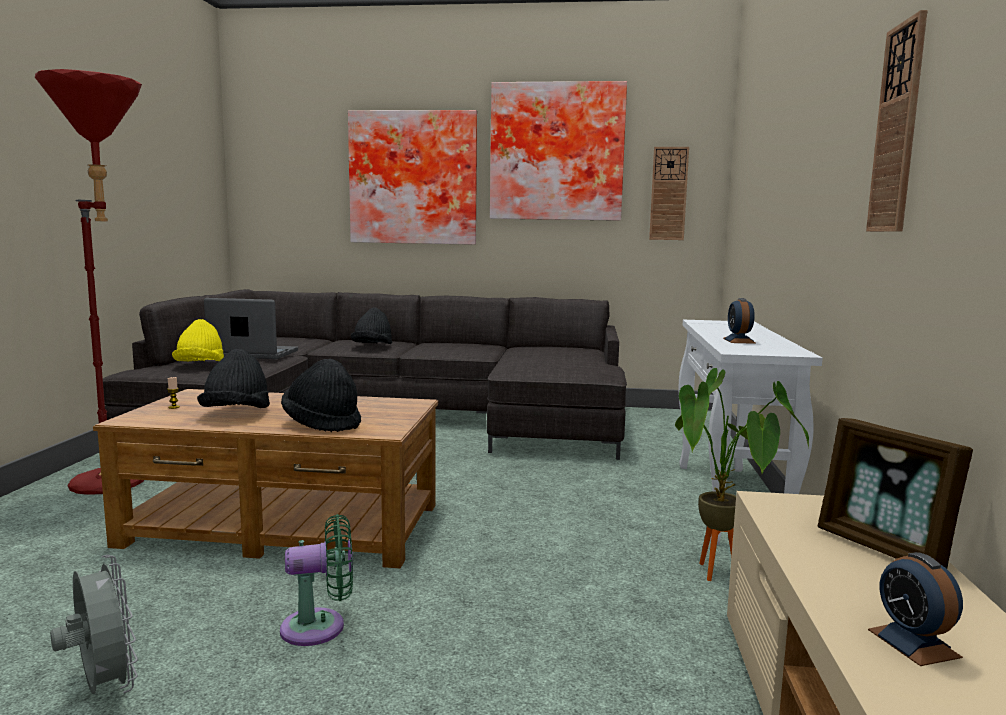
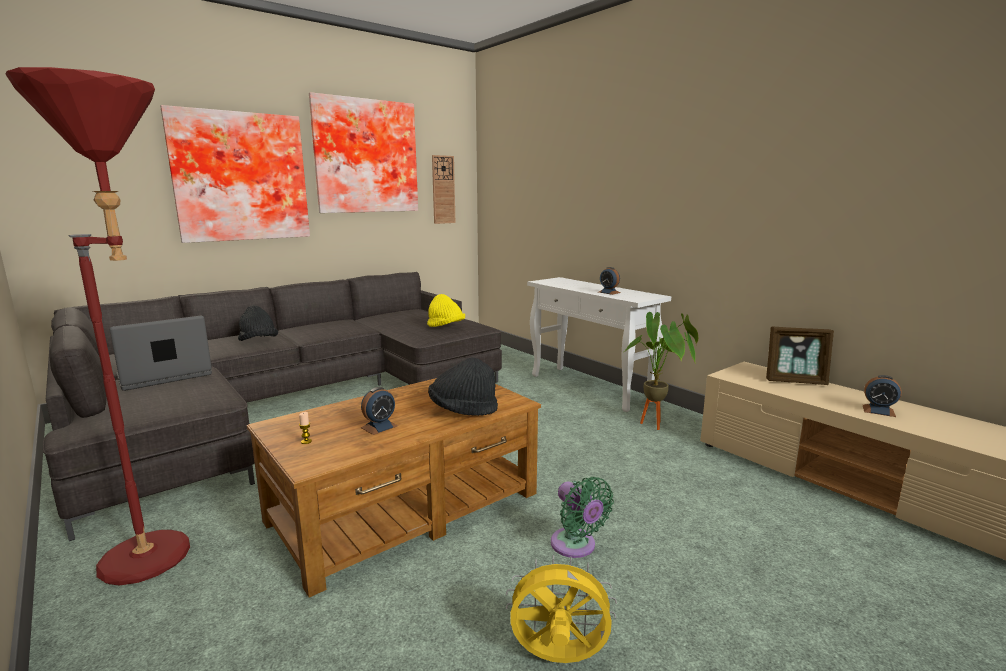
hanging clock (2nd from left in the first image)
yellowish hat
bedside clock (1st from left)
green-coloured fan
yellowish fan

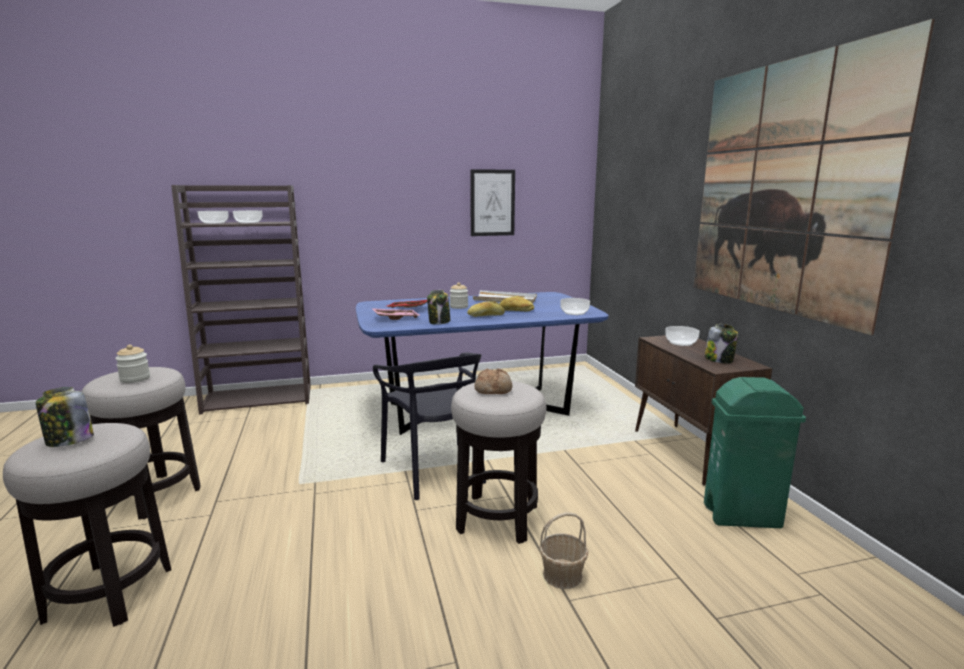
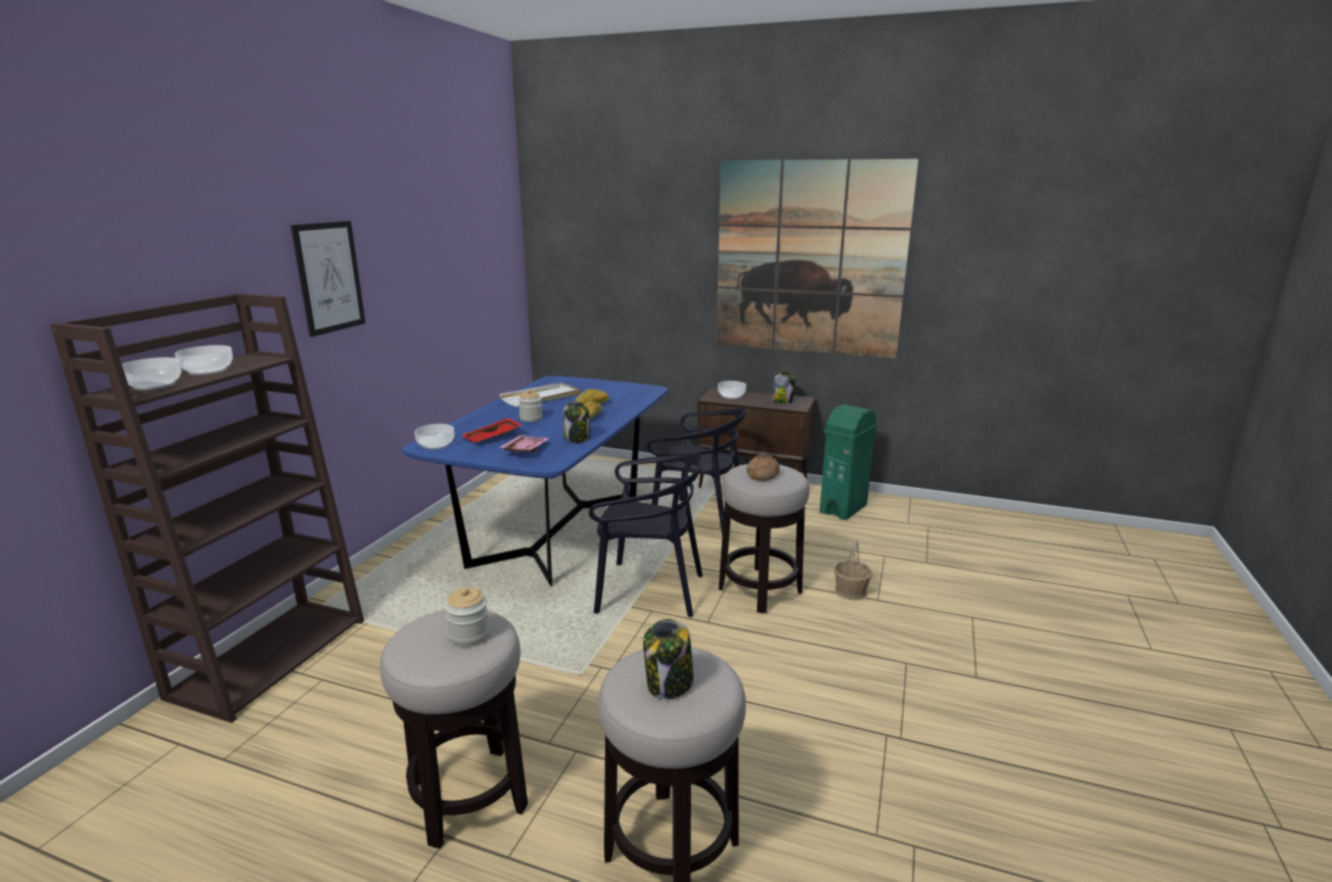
wall picture (1st from left)
deep dish (3rd from left)
blackish upright chair (2nd from left)

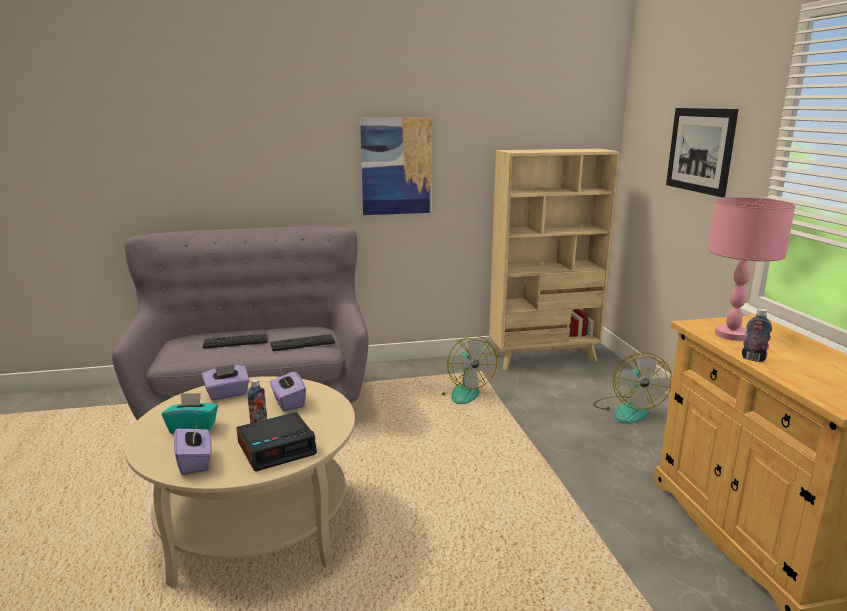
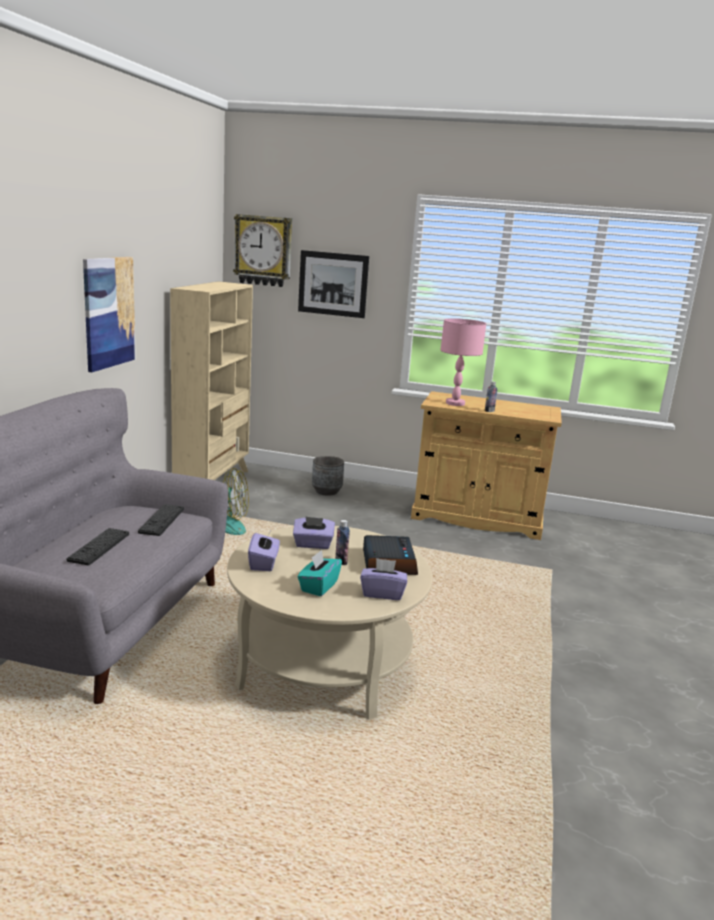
grey plant pot
hanging clock

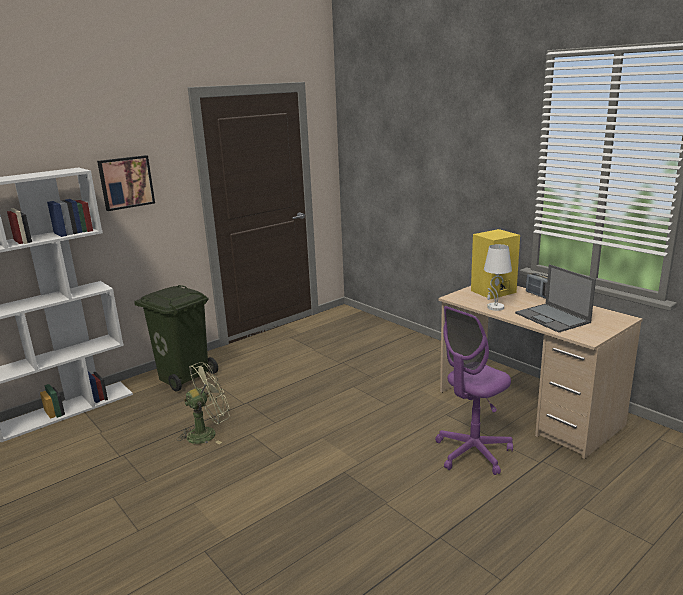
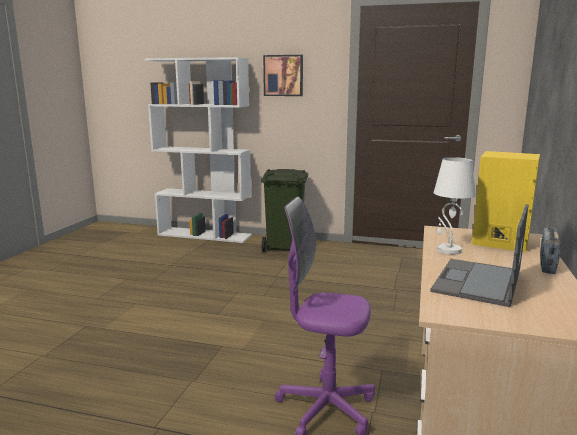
green-coloured fan

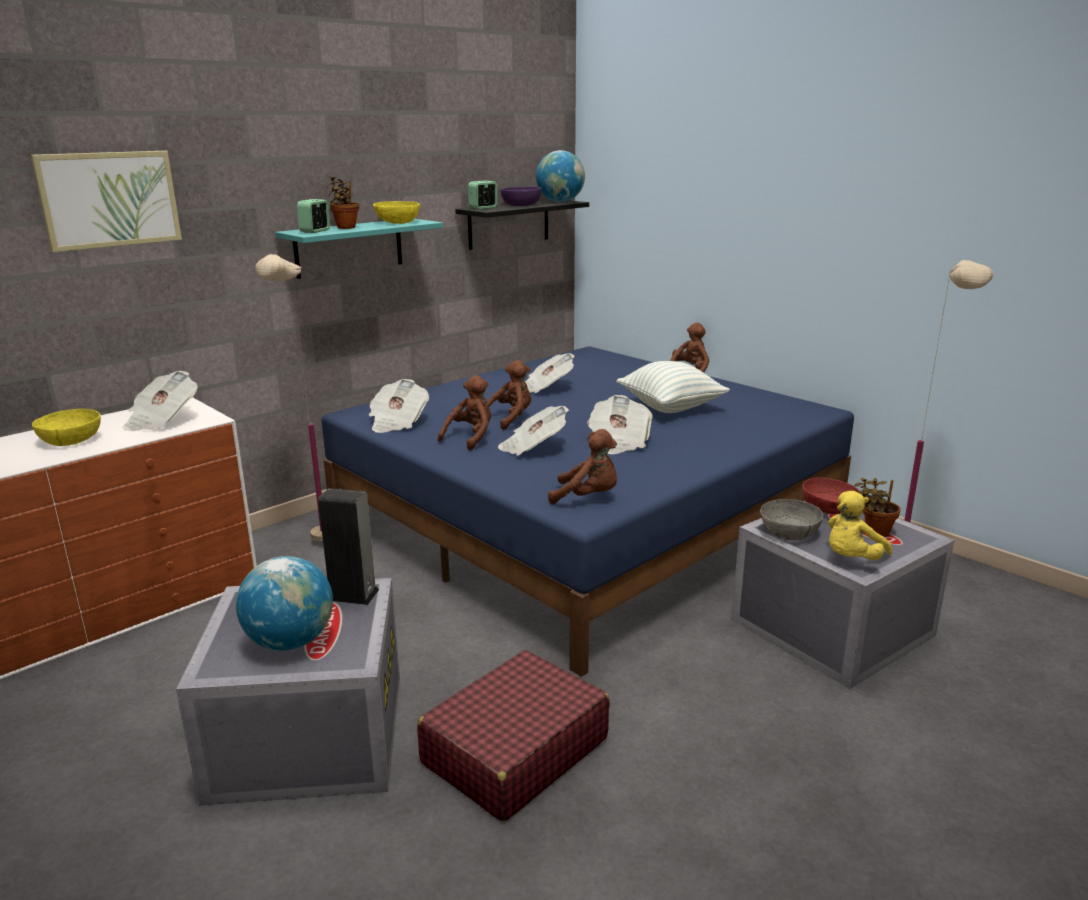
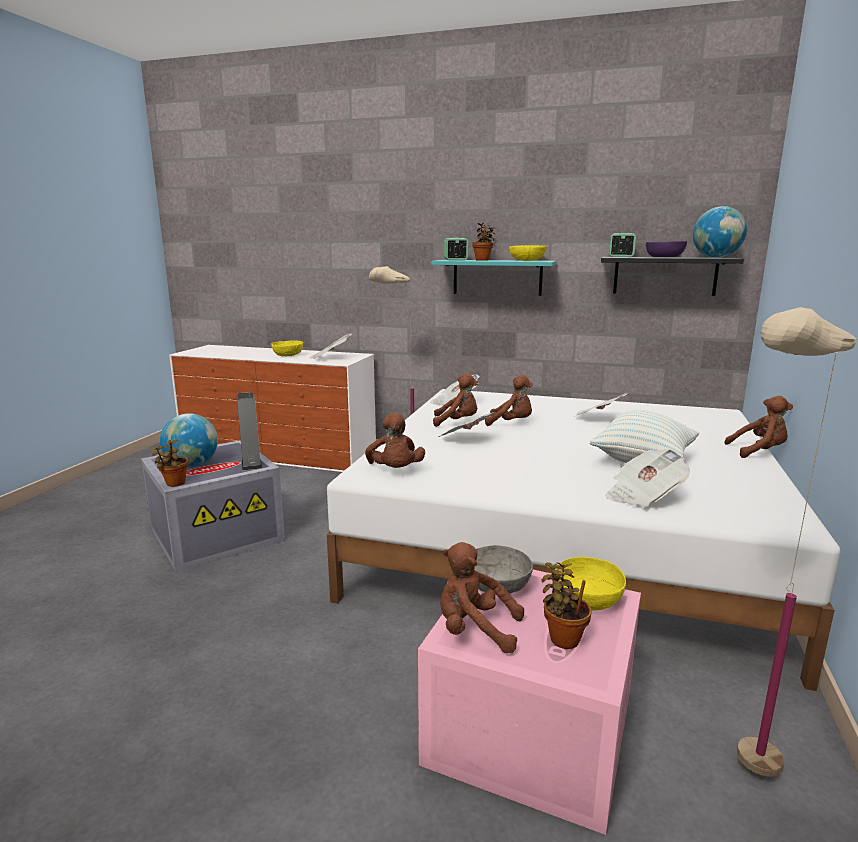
wall picture
white-coloured sleeping bed
daily paper (5th from left)
yellowish deep dish (3rd from left)
brown-coloured cuddly toy (3rd from left)
pink storage bin
red suitcase
plant in a pot (1st from left)

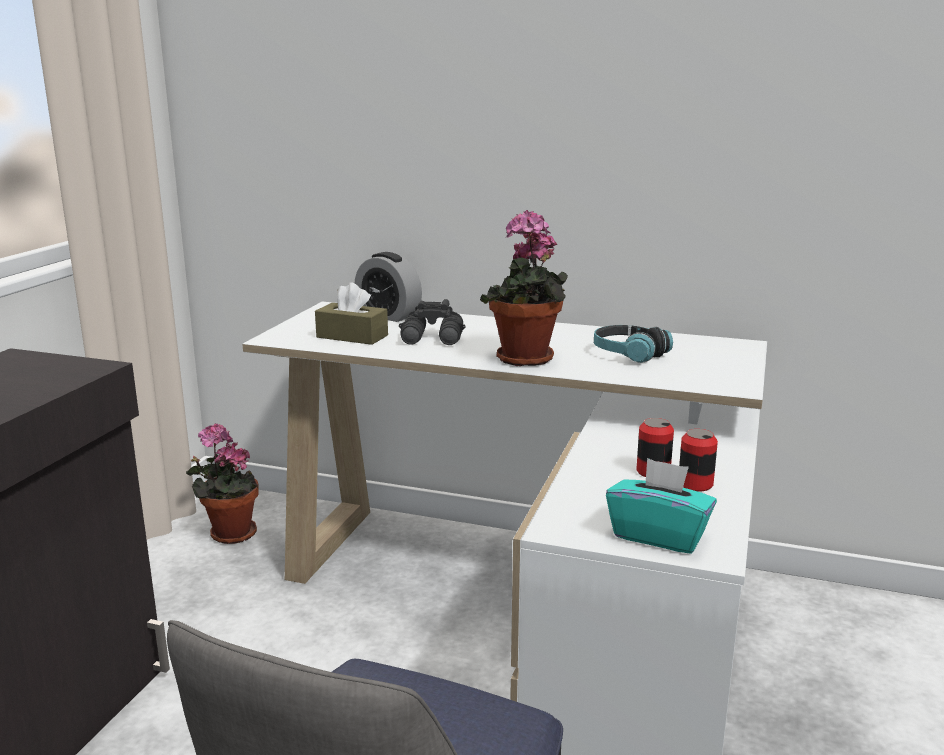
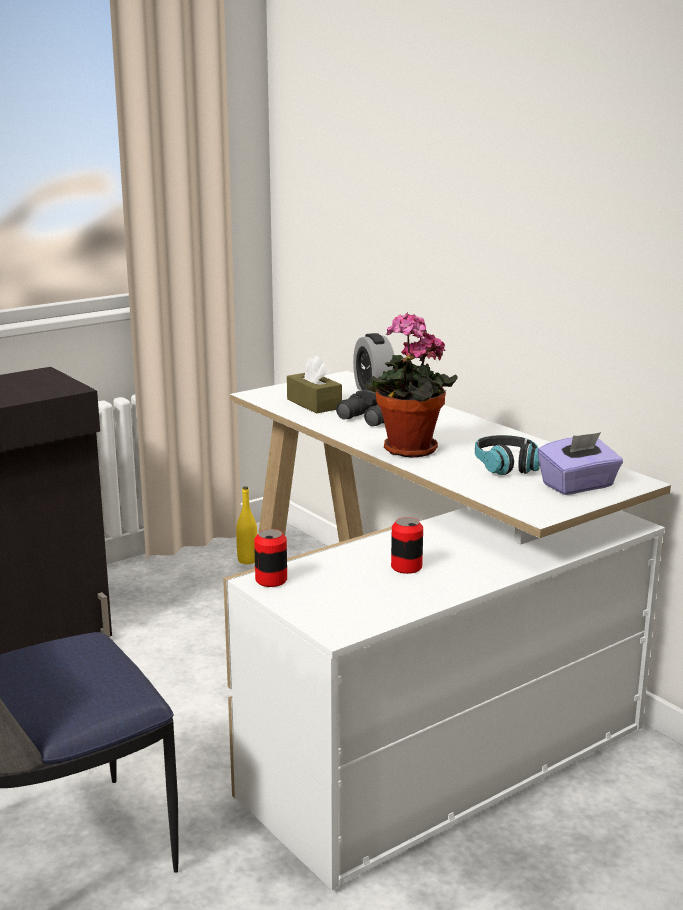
yellowish beverage bottle
can (1st from left)
turquoise tissue box
purple-coloured tissue box

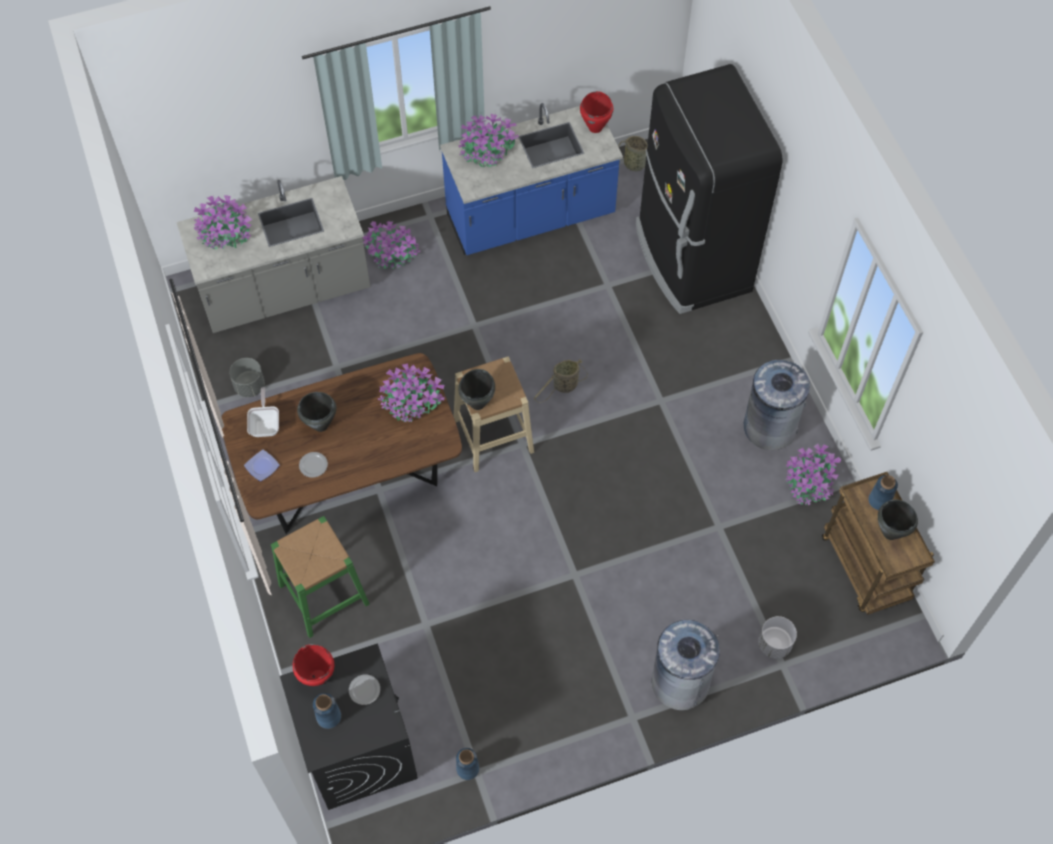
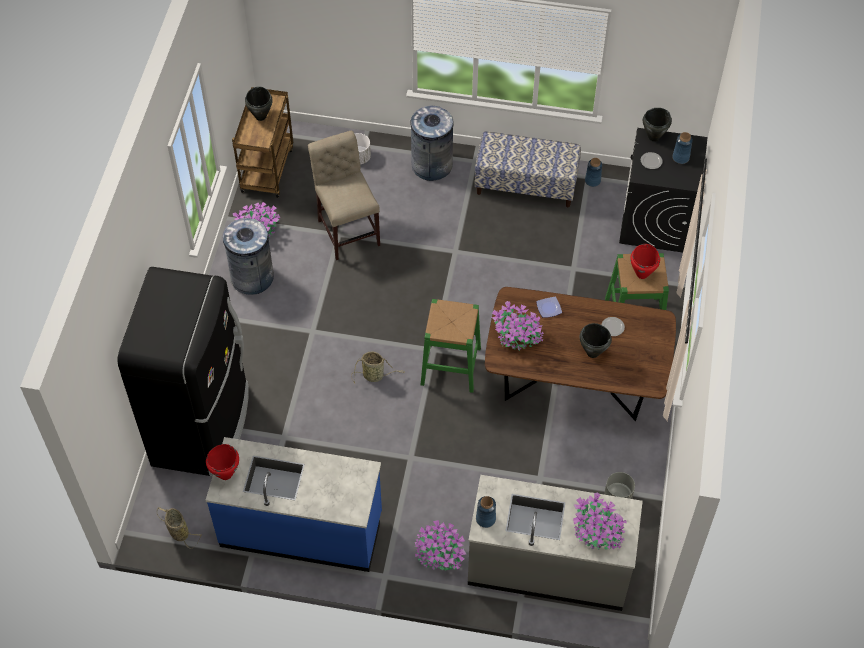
plant in a pot (4th from left in the first image)
green-coloured sitting stool (1st from left)
blackish cooking pot (3rd from left)
frying pan
dinner plate (1st from left)
bluish decorative vase (1st from left)
red cooking pot (2nd from left)
sand-coloured upright chair
bench

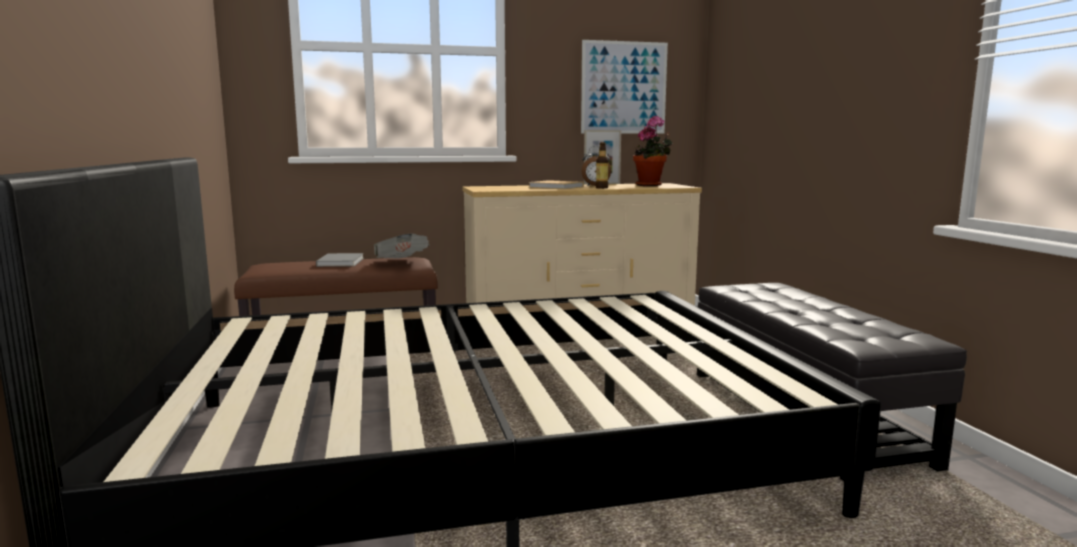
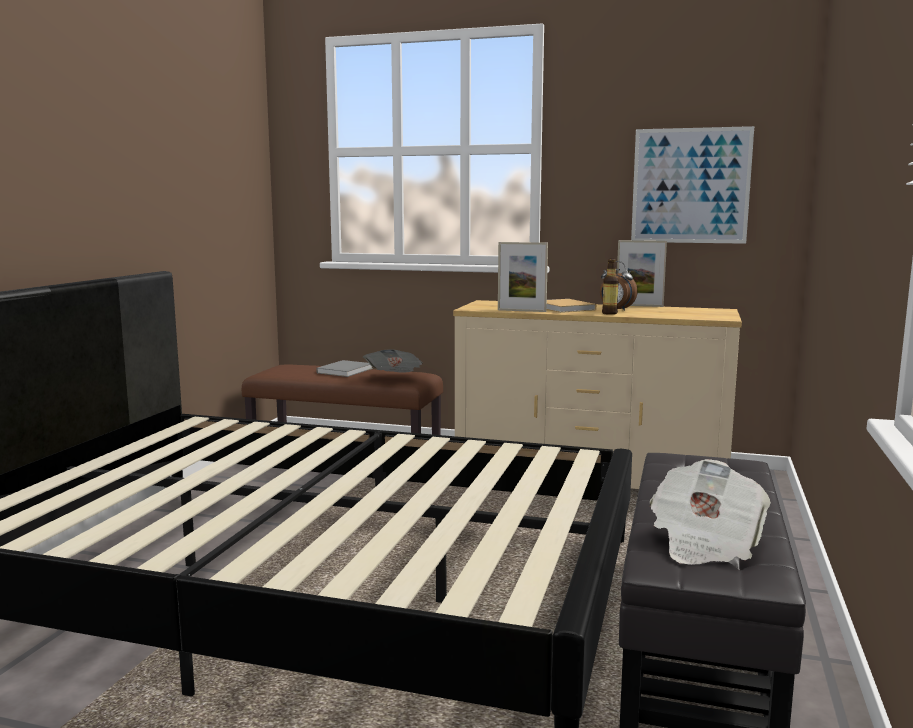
plant in a pot
picture frame (1st from left)
daily paper (2nd from left)

